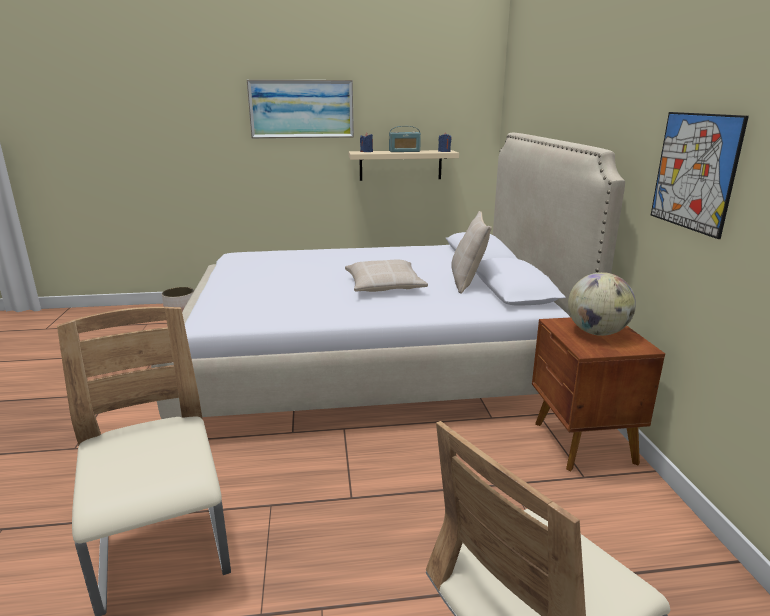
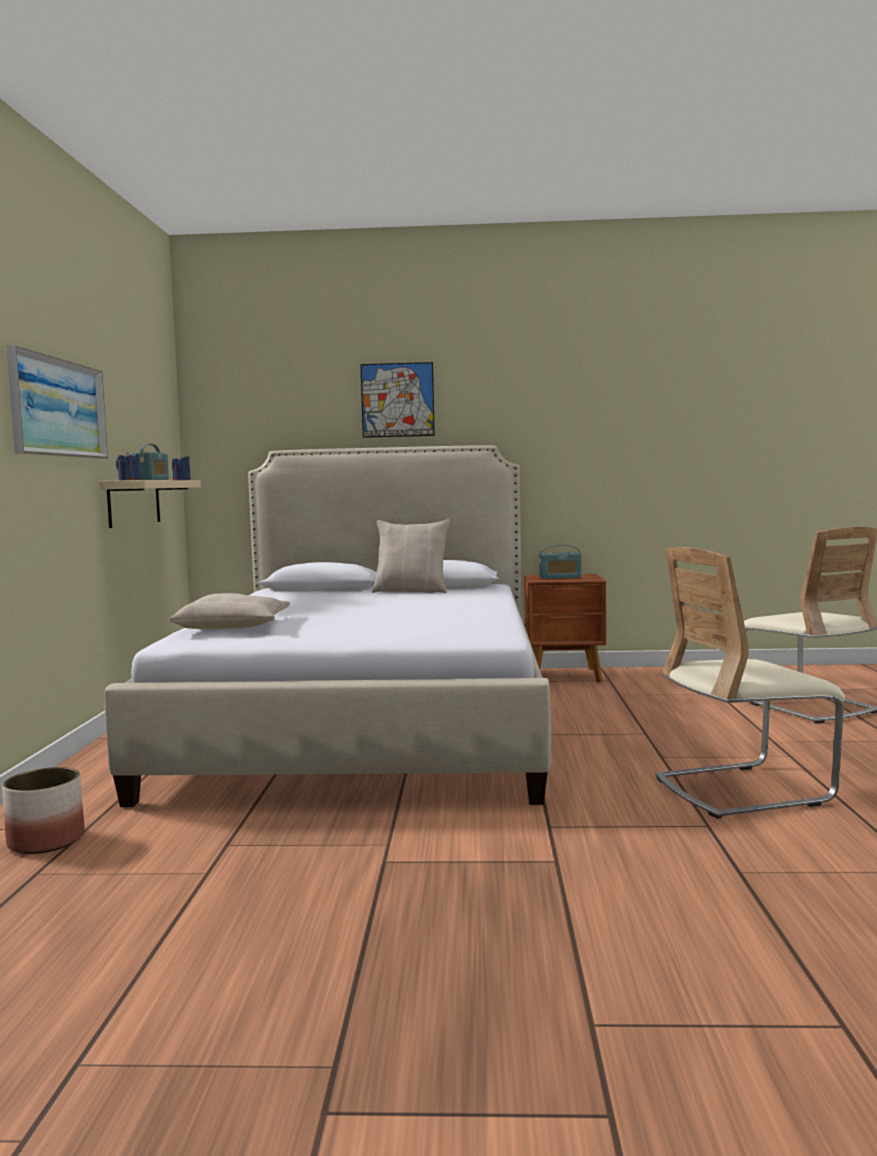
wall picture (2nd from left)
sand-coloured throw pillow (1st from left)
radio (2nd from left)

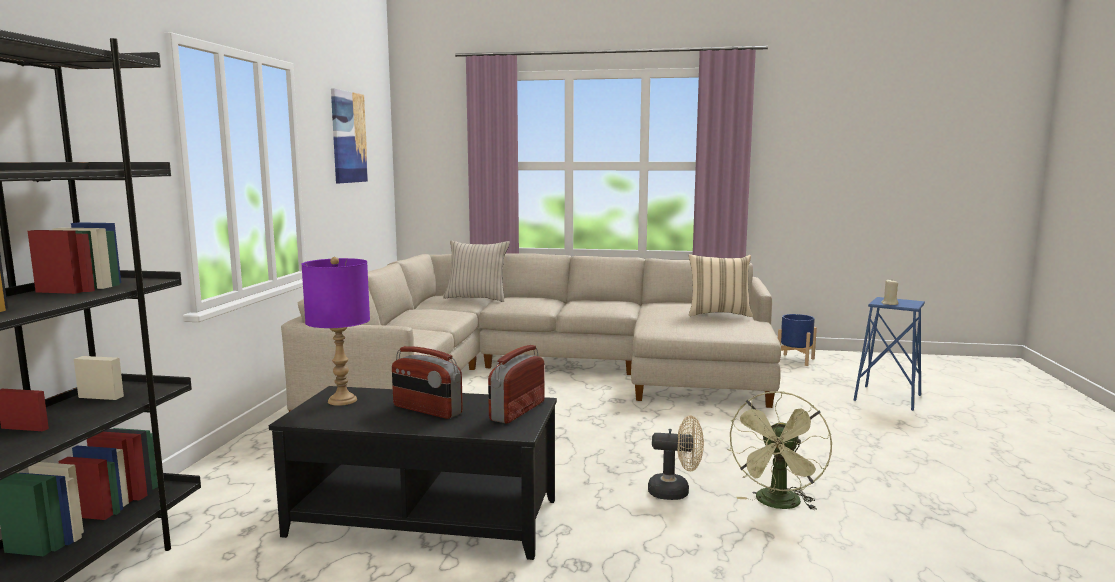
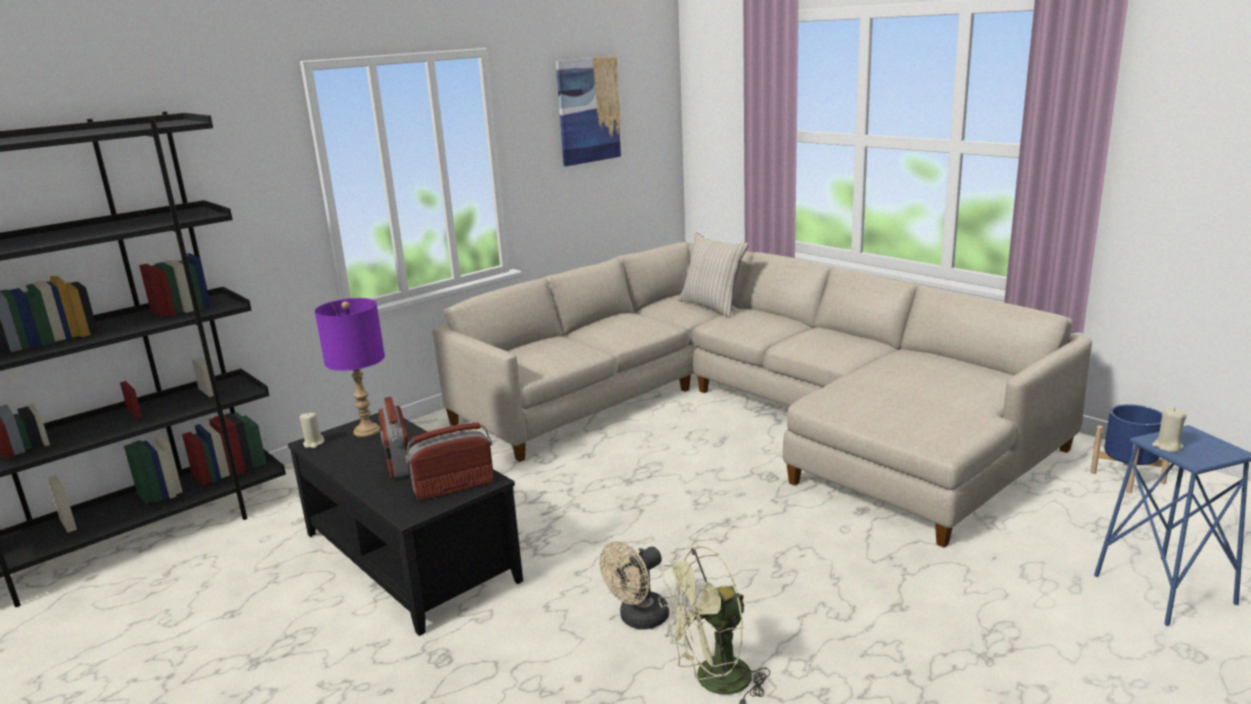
sand-coloured throw pillow (2nd from left in the first image)
sand-coloured fan
sand-coloured wax candle (1st from left)

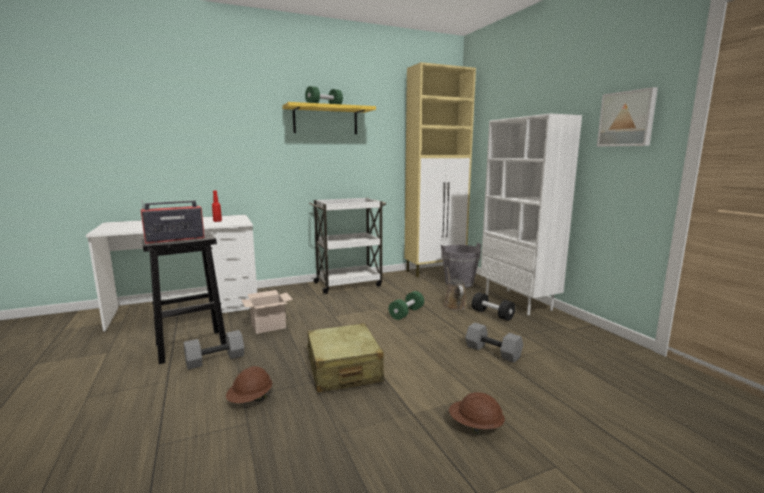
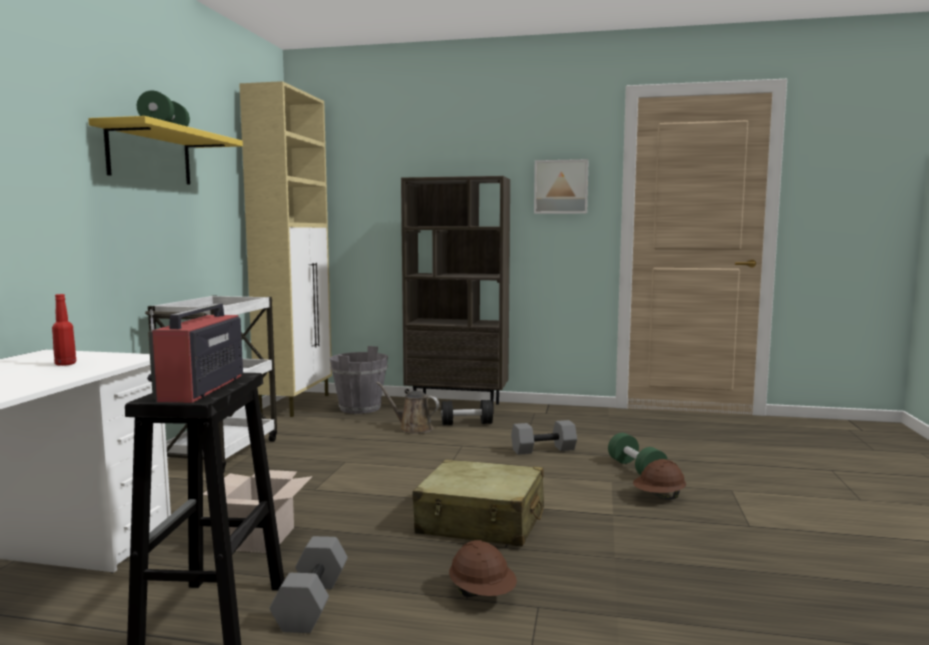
brown-coloured bookshelf
green-coloured hand weight (2nd from left)

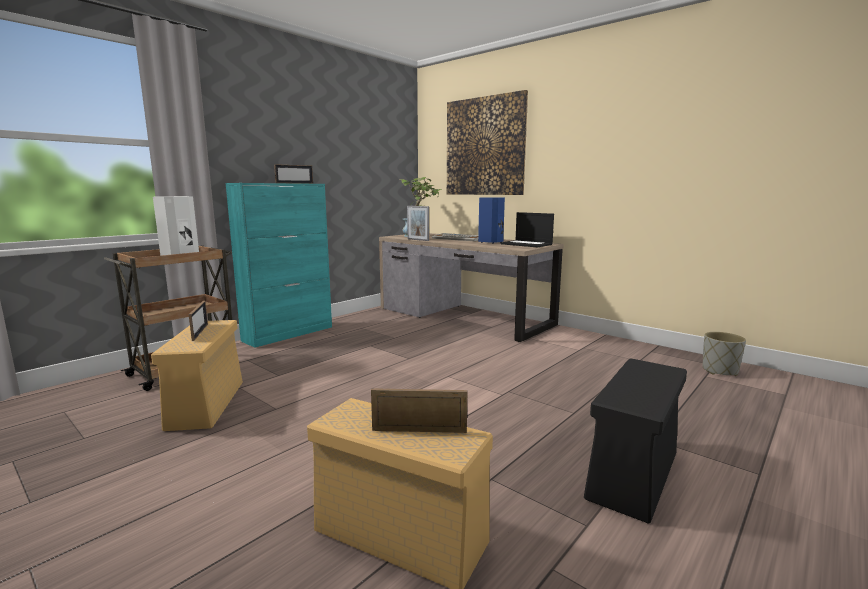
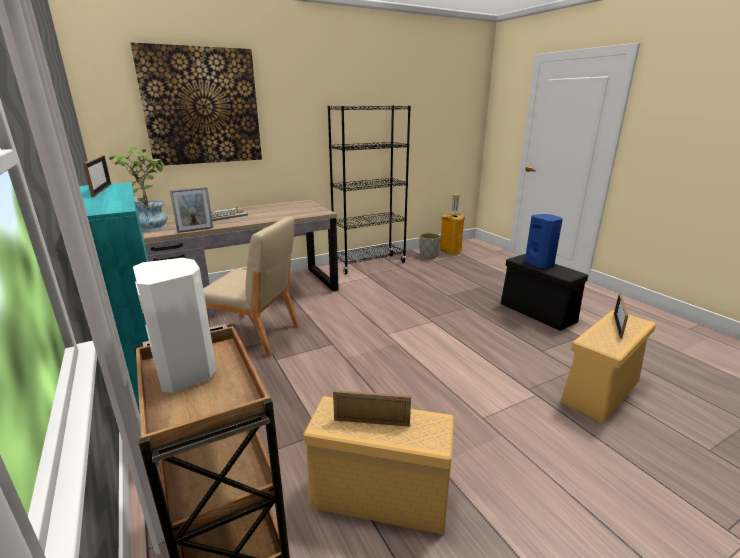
bluish loudspeaker
portable computer
blackish bookshelf
waste bin
sand-coloured upright chair

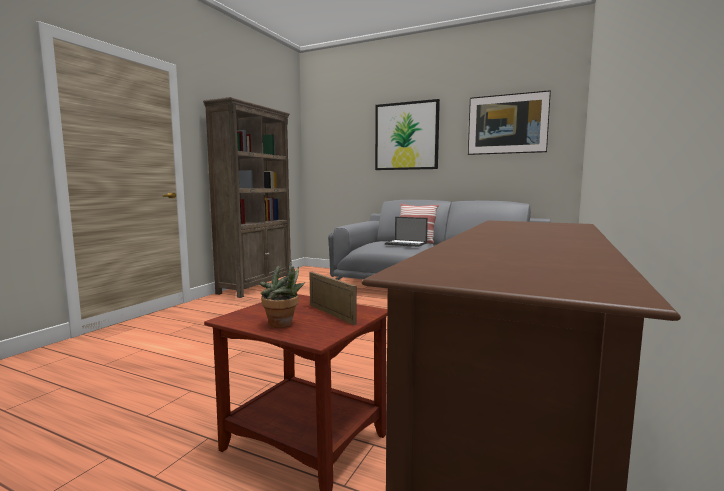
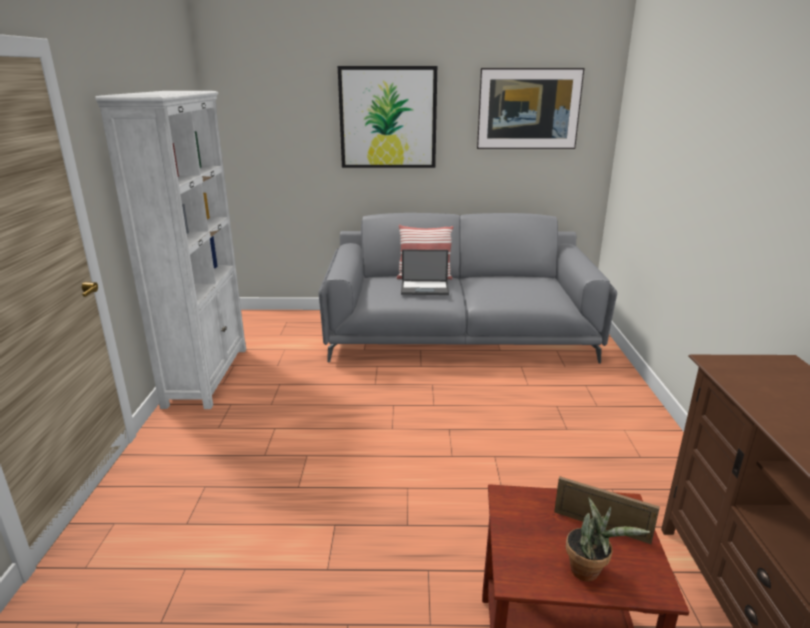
white-coloured bookshelf

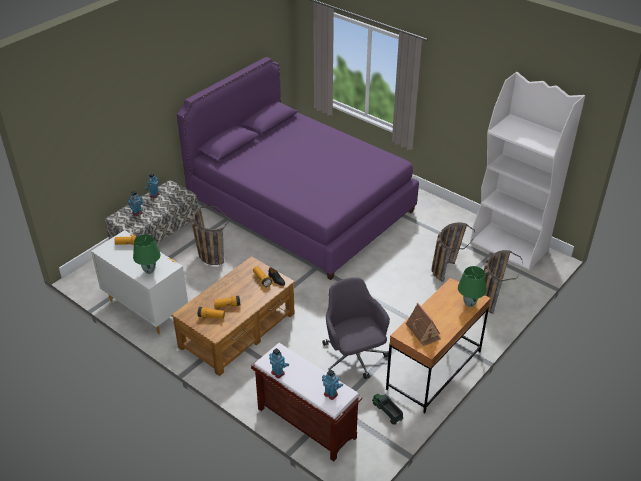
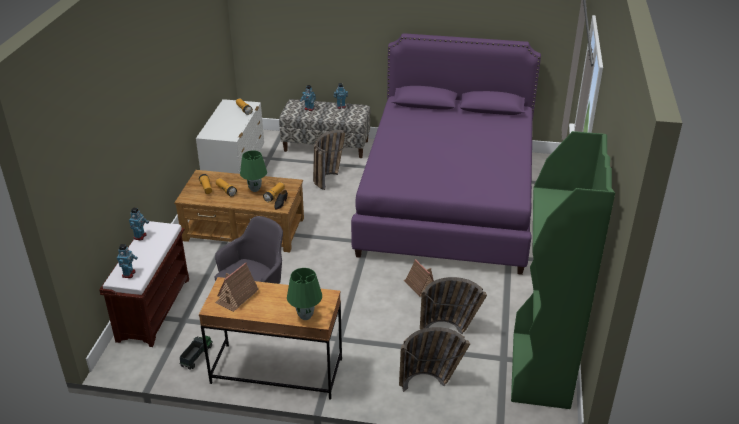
green-coloured bookshelf
green-coloured table lamp (1st from left)
model house (2nd from left)

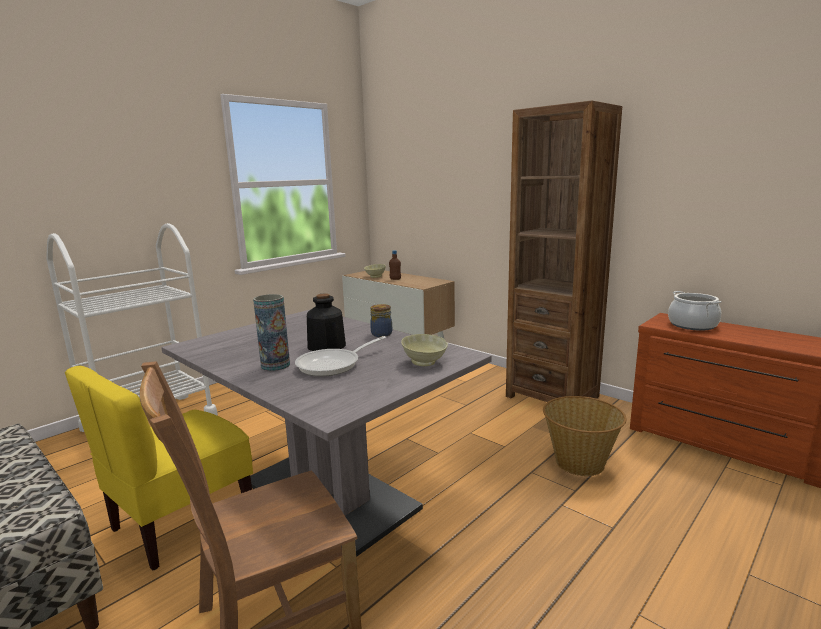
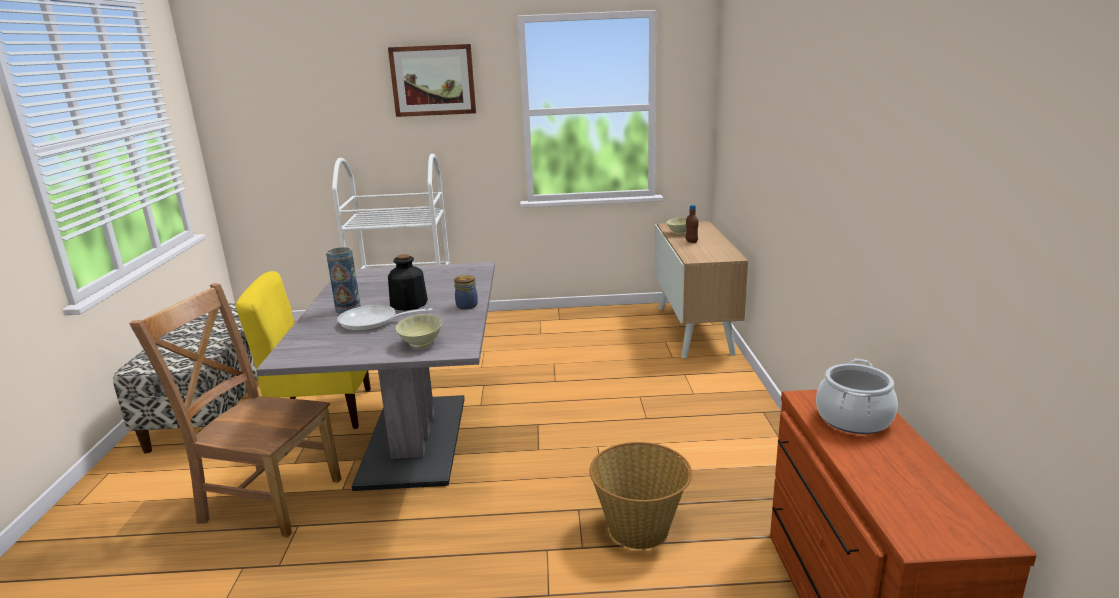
brown-coloured bookshelf
wall picture

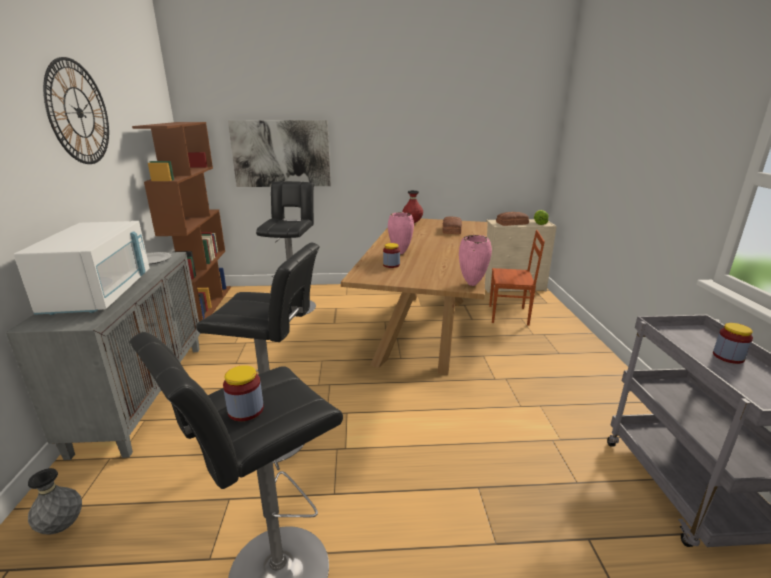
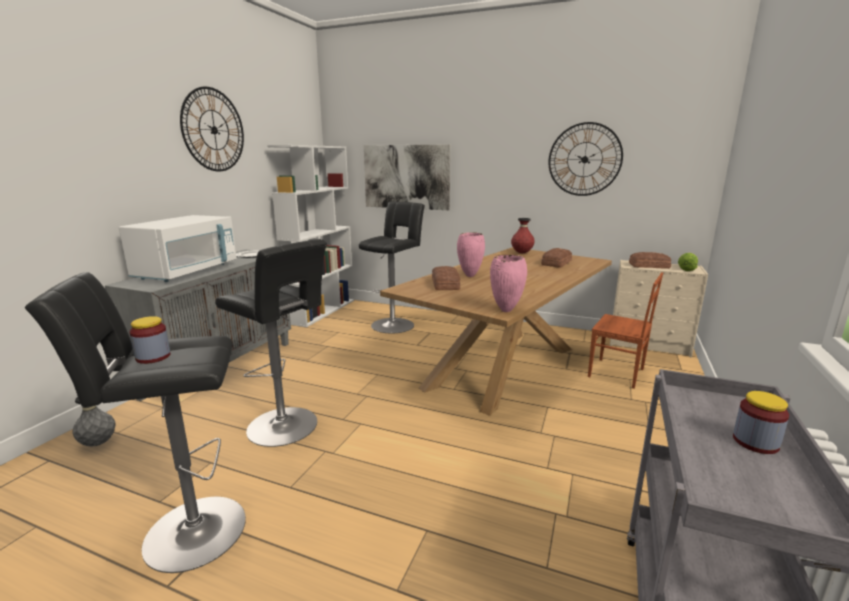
white-coloured bookshelf
baked bread (1st from left)
hanging clock (2nd from left)

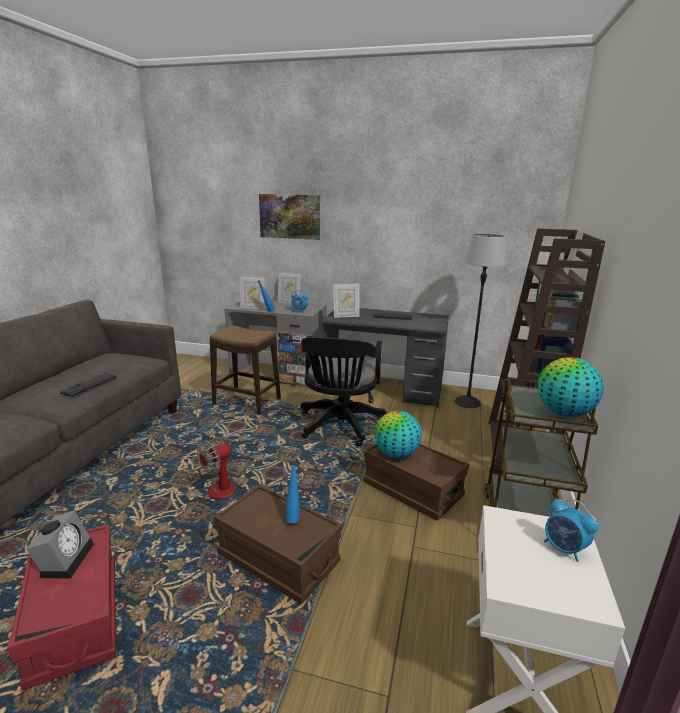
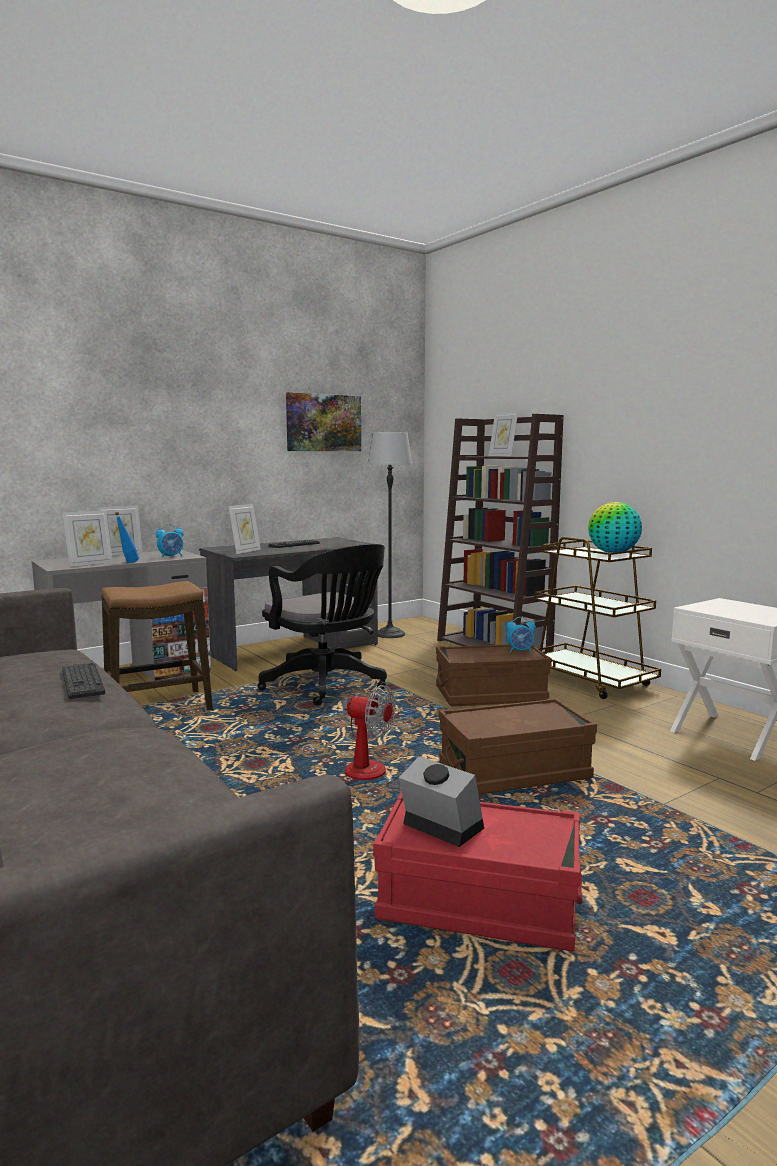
wall picture
world globe (1st from left in the first image)
fan
bluish beverage bottle (2nd from left in the first image)
bedside clock (3rd from left)

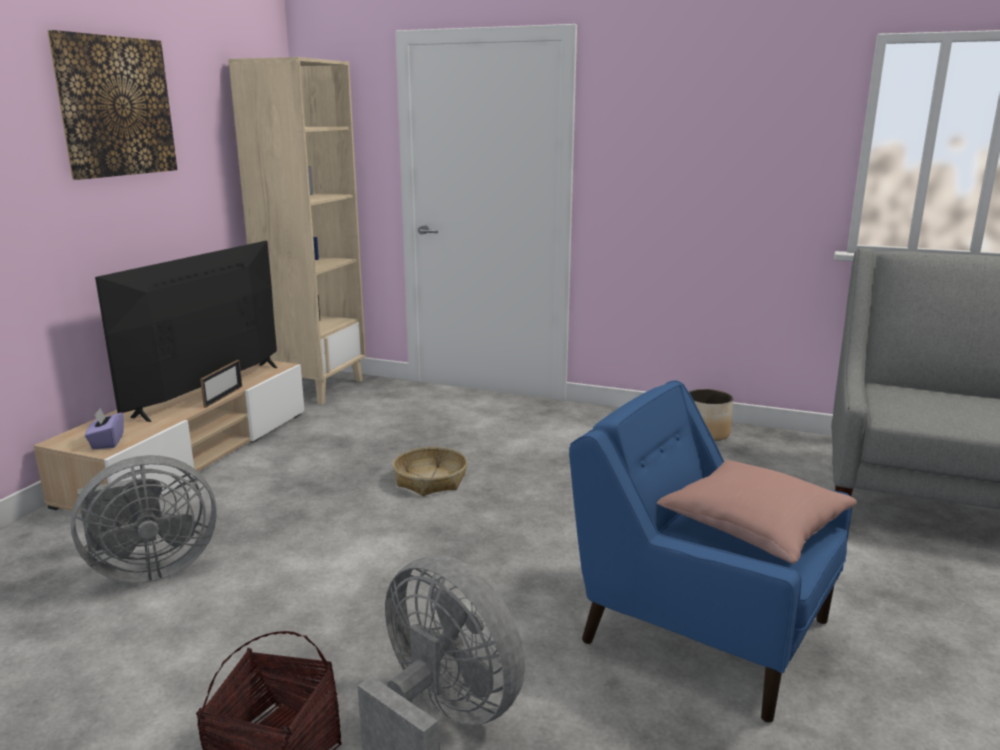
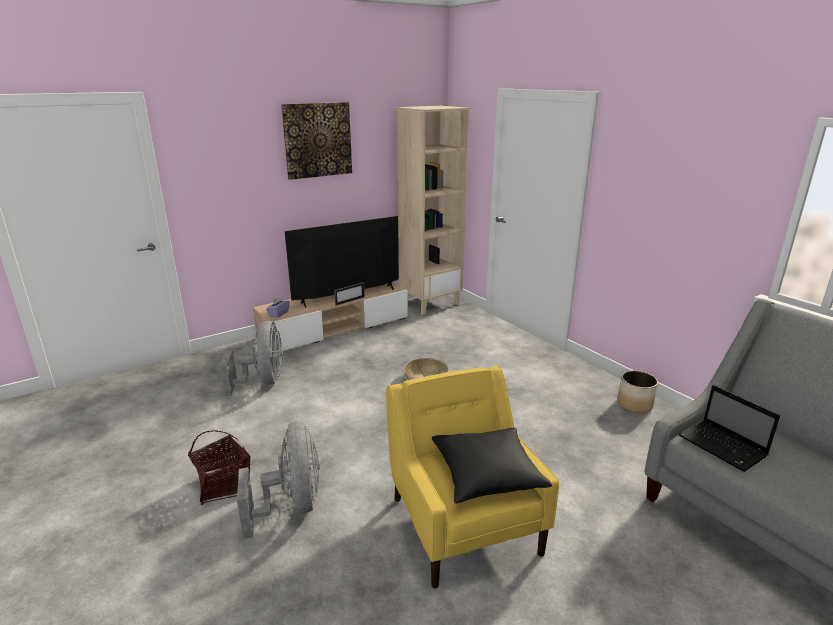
yellowish lounge chair
grey fan (1st from left)
blackish throw pillow
portable computer

